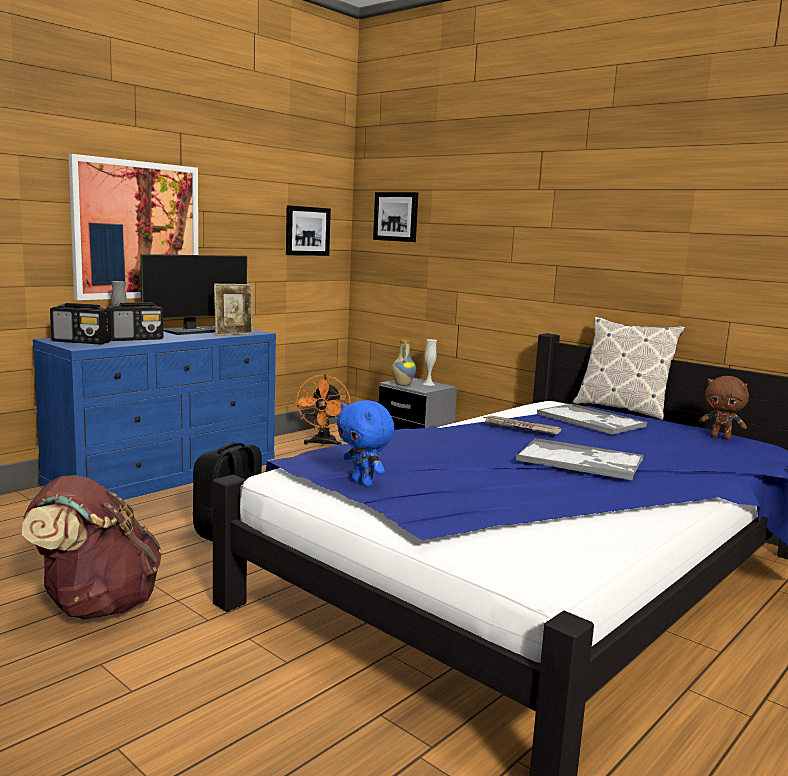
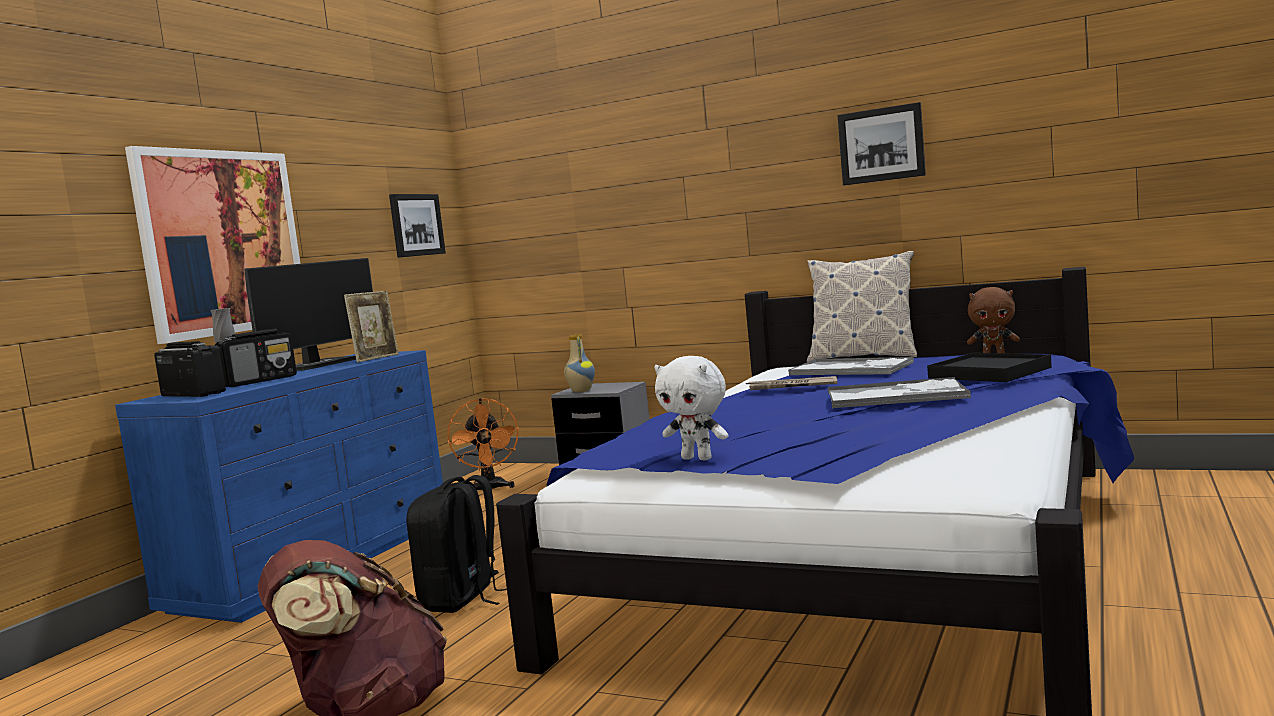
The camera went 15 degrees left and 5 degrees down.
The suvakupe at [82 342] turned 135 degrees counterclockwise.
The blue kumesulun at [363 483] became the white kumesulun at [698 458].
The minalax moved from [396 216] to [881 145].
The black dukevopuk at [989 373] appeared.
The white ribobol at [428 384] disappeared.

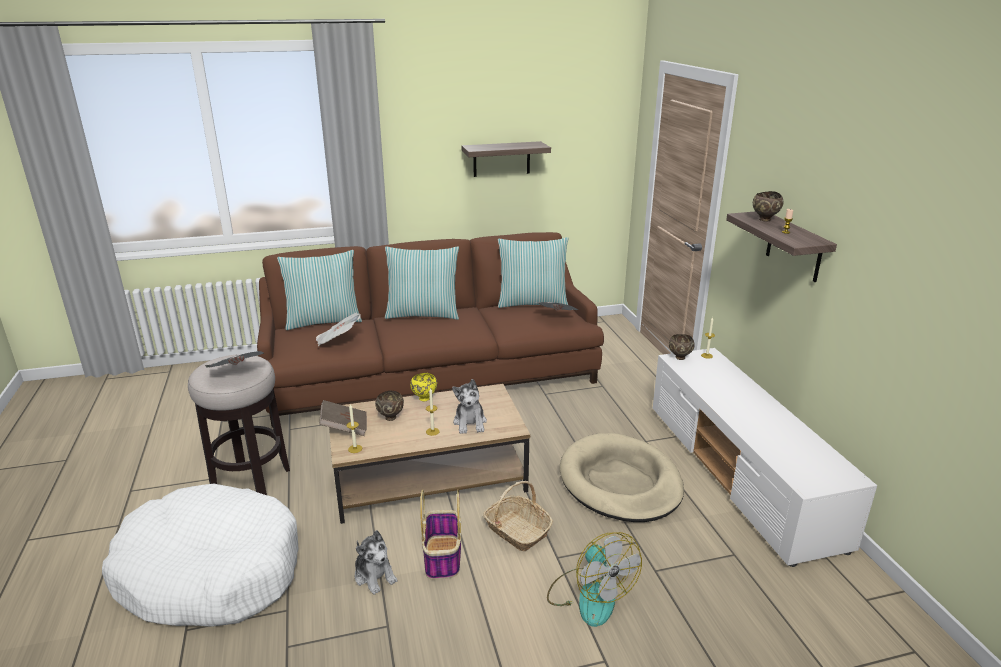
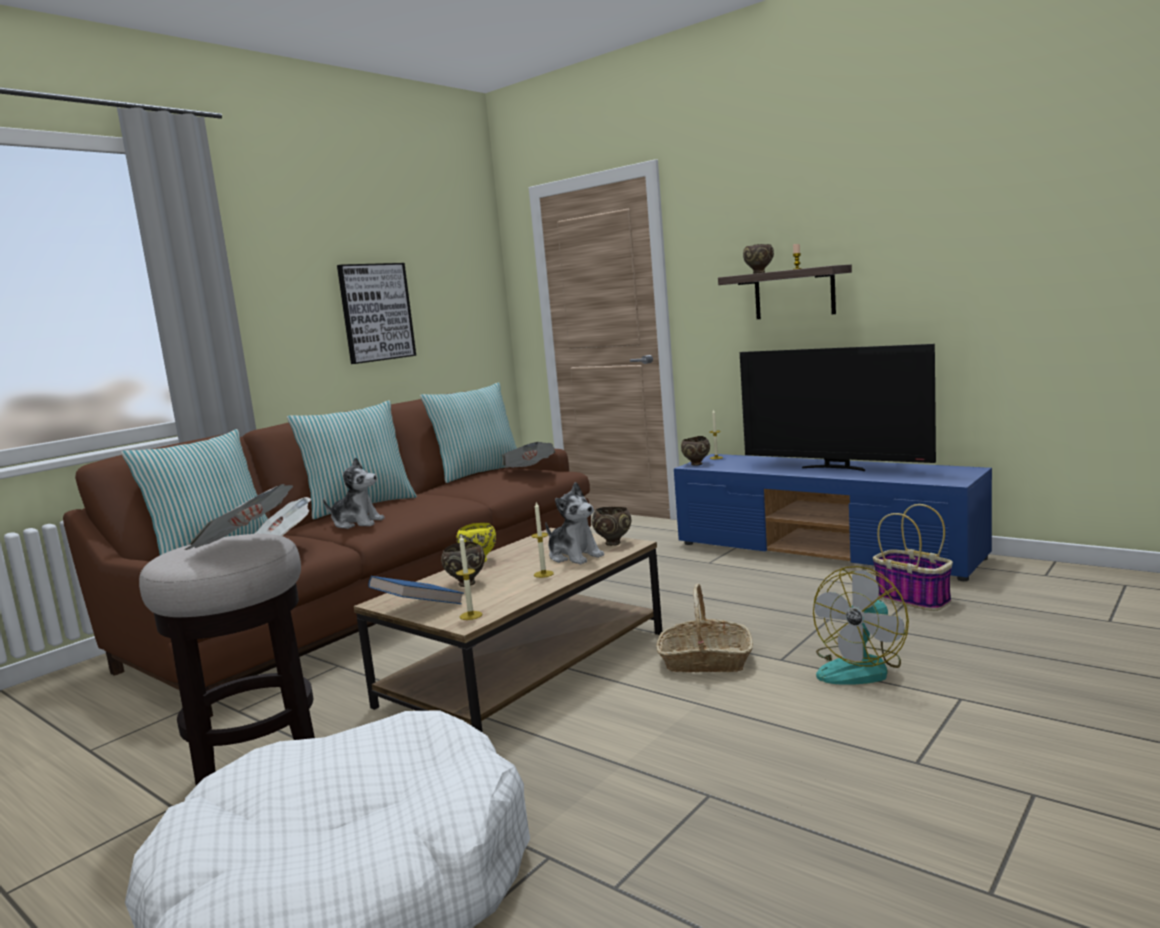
The camera went 35 degrees left and 15 degrees down.
The kumesulun moved from [375 575] to [357 523].
The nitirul at [501 159] was replaced by the minalax at [376 312].
The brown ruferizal at [344 428] became the blue ruferizal at [418 609].
The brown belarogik at [614 543] appeared.
The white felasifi at [741 474] became the blue felasifi at [825 551].
The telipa at [835 468] appeared.
The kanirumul at [589 595] turned 105 degrees clockwise.
The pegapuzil moved from [443 558] to [914 599].
The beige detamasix at [620 482] disappeared.

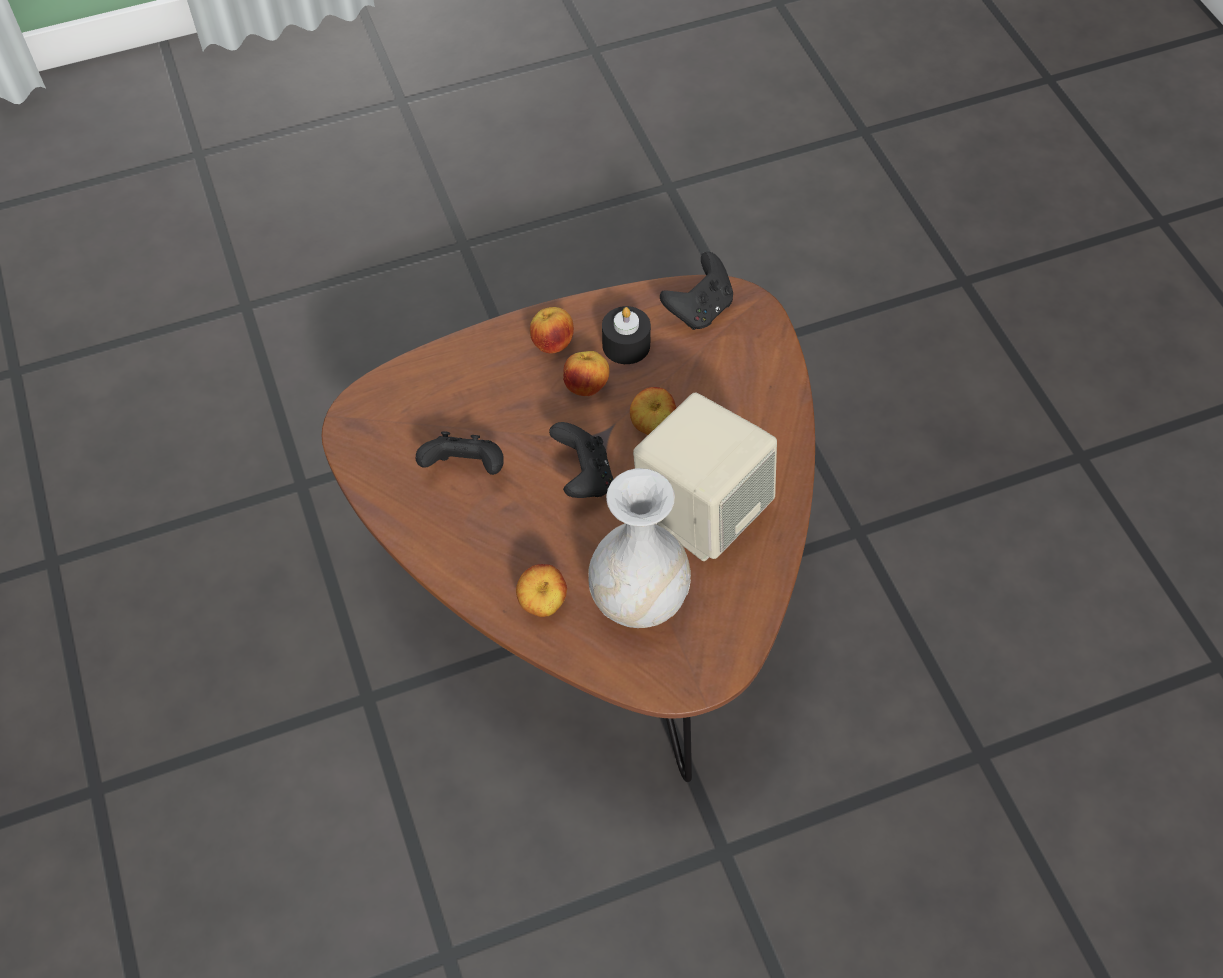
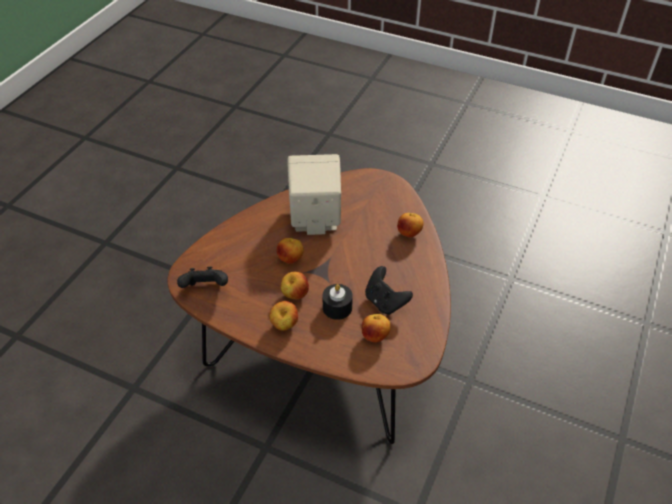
The camera went 135 degrees left and 10 degrees down.
The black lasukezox moved from [626 345] to [337 307].
The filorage at [375 336] appeared.
The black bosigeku at [584 477] disappeared.
The white ribobol at [640 601] disappeared.

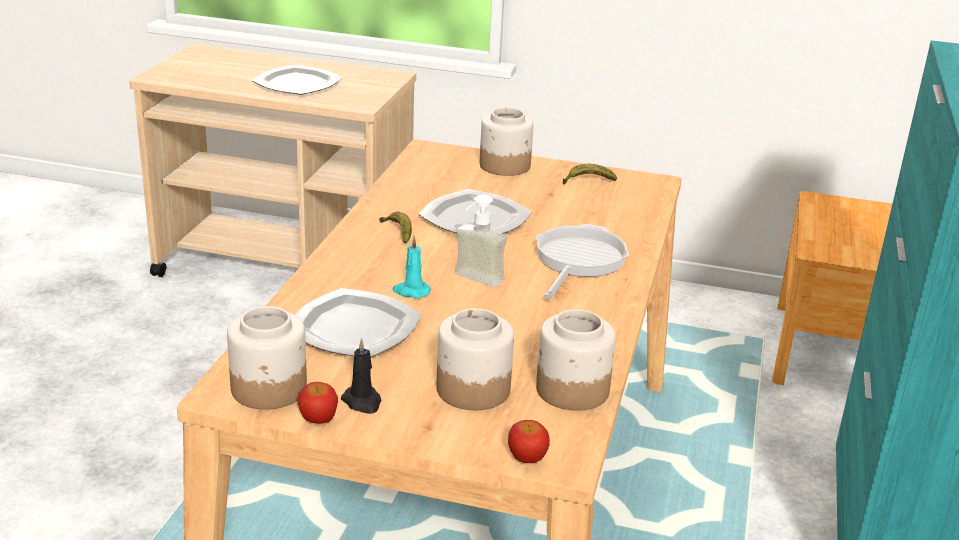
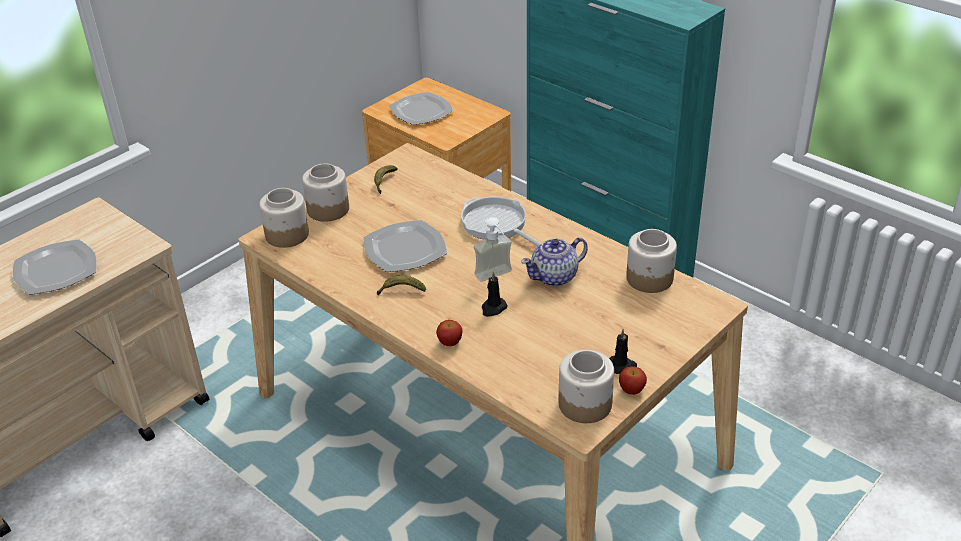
The camera went 60 degrees left and 10 degrees up.
The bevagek moved from [472 389] to [286 235].
The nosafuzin moved from [353 328] to [421 111].
The filorage moved from [526 458] to [450 342].
The turquoise lasukezox at [411 291] became the black lasukezox at [493 308].
The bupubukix at [555 277] appeared.

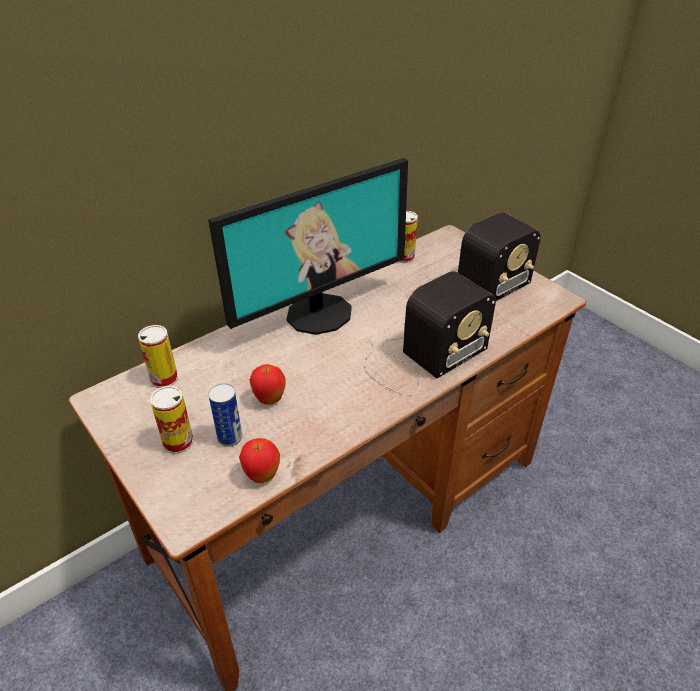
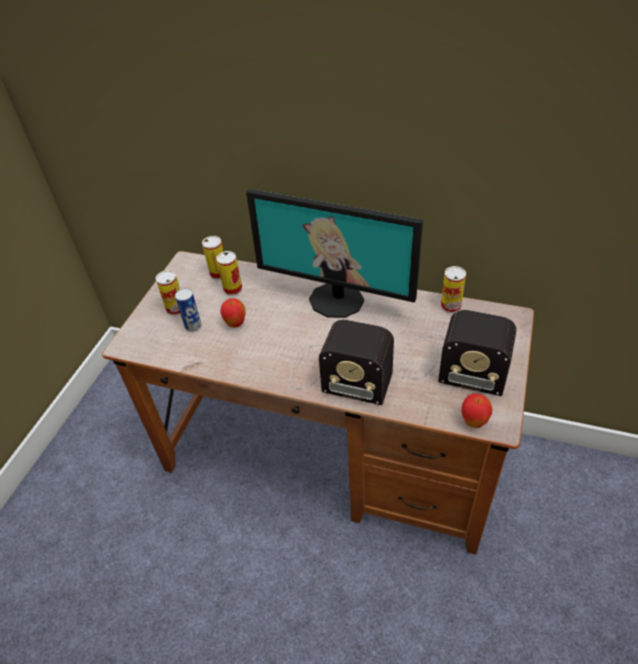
The camera went 60 degrees right and 5 degrees up.
The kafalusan at [233 289] appeared.
The filorage moved from [262 476] to [474 422].

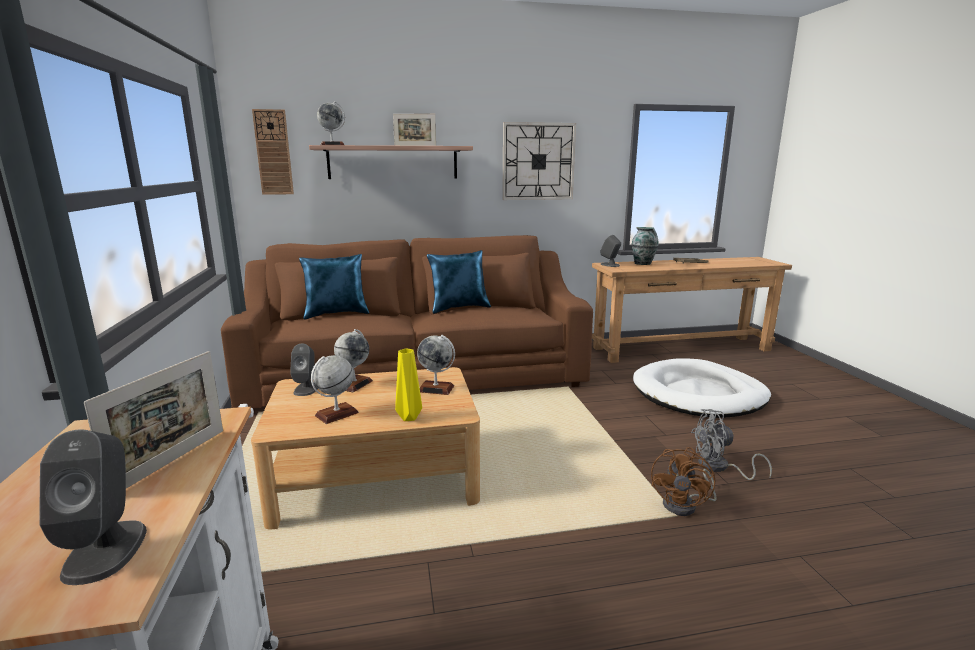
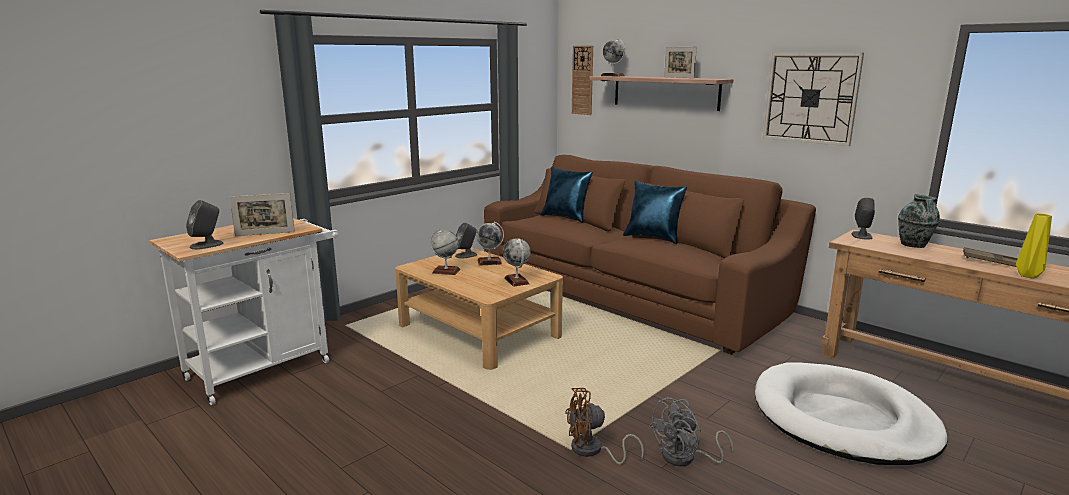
The camera went 55 degrees right and 0 degrees up.
The grey kanirumul at [719 467] turned 90 degrees counterclockwise.
The yellow ribobol moved from [408 417] to [1027 275].

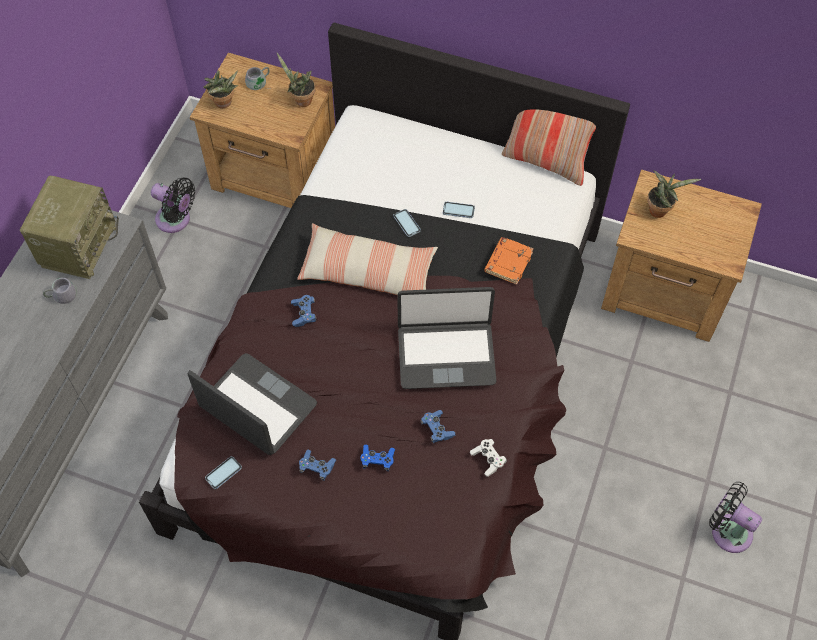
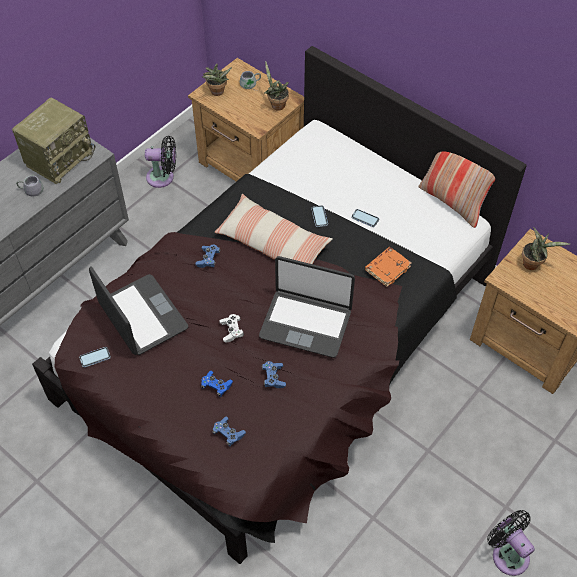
The camera went 20 degrees right and 5 degrees down.
The black kanirumul at [176 220] turned 45 degrees counterclockwise.
The blue bosigeku moved from [317 467] to [228 434].
The white bosigeku moved from [488 459] to [232 331].

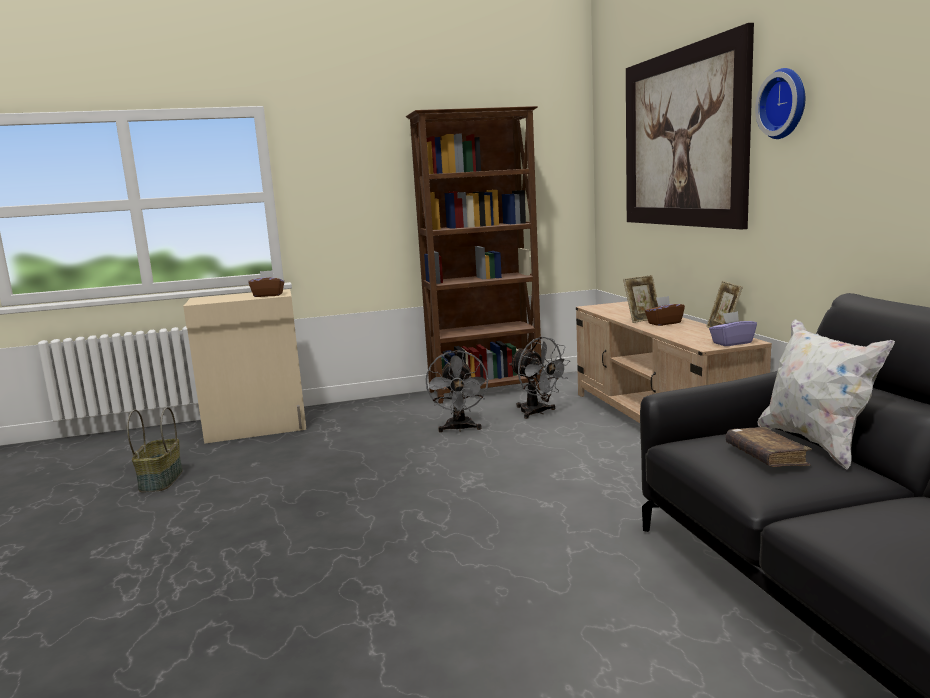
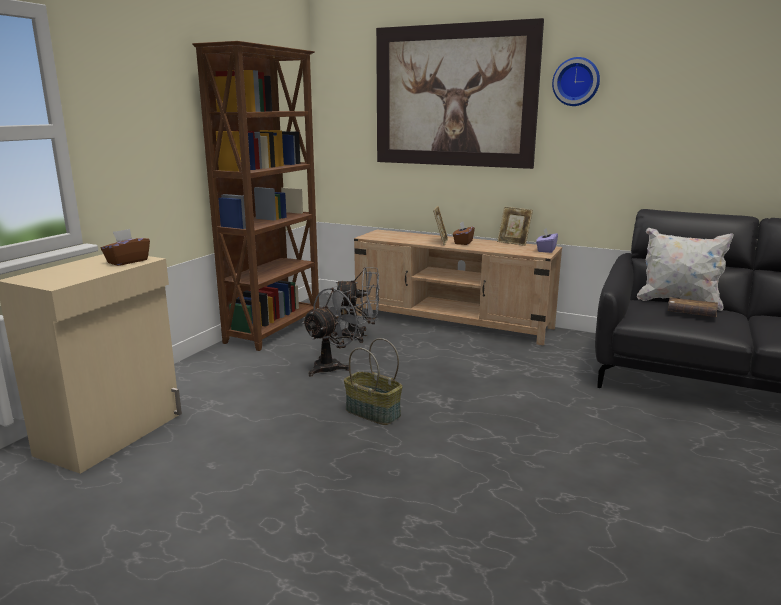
The camera went 50 degrees left and 5 degrees up.
The grey kanirumul at [459 429] turned 90 degrees counterclockwise.
The pegapuzil moved from [160 480] to [372 413].

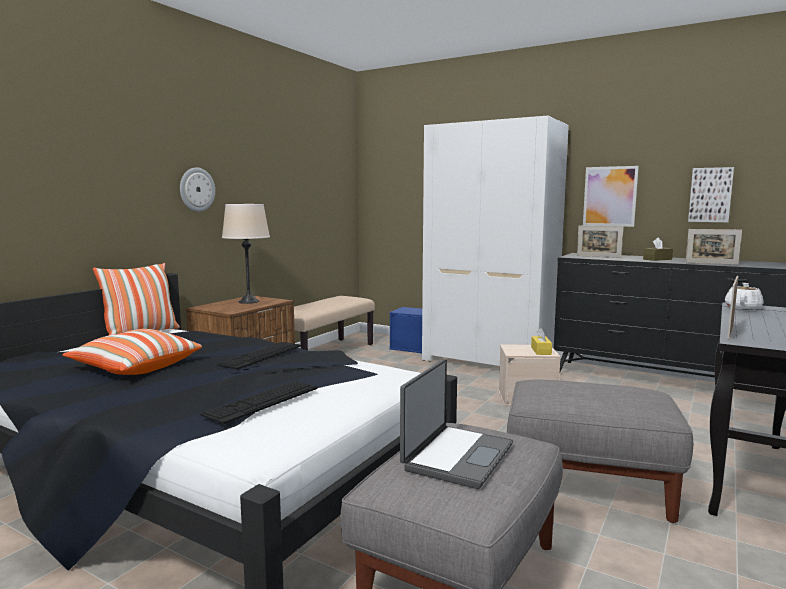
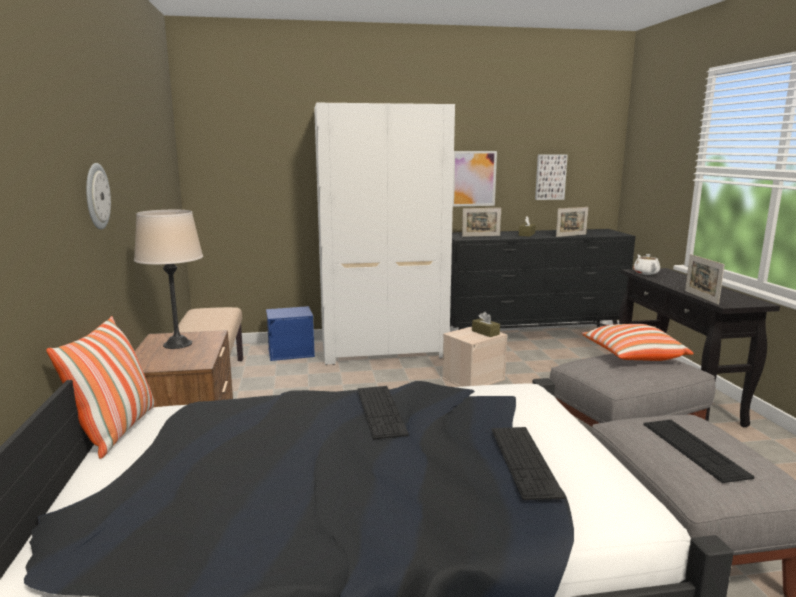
The camera went 40 degrees left and 5 degrees up.
The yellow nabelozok at [541 351] became the brown nabelozok at [485 332].
The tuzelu moved from [135 368] to [632 357].
The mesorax at [456 456] was replaced by the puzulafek at [693 449].

